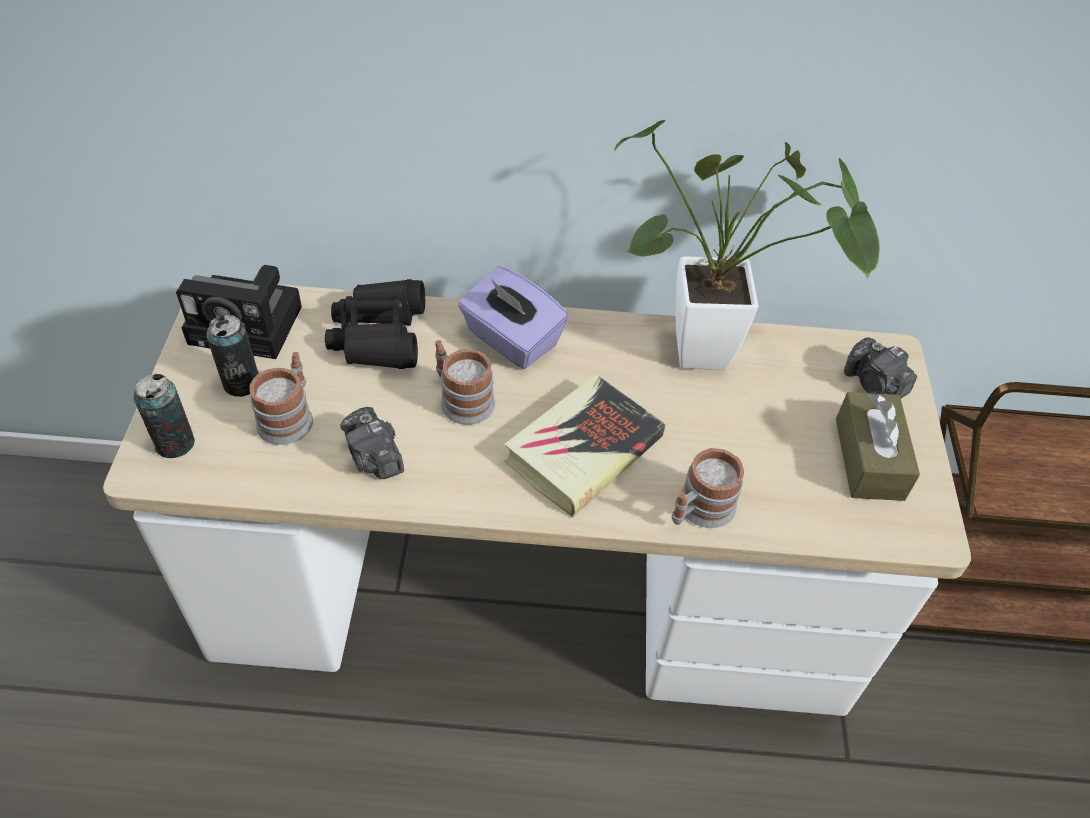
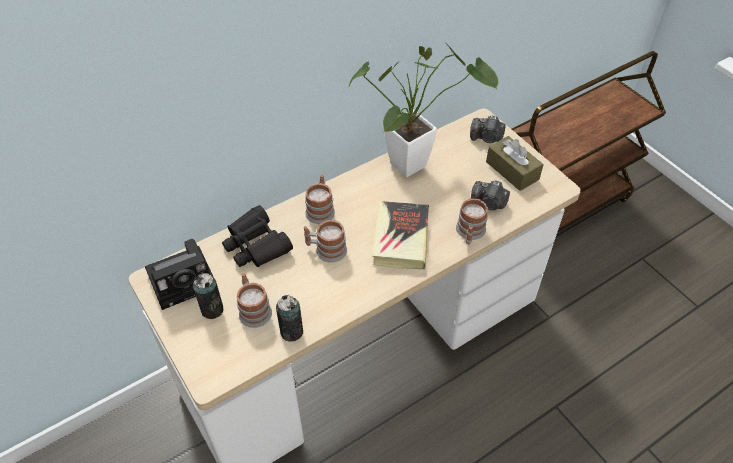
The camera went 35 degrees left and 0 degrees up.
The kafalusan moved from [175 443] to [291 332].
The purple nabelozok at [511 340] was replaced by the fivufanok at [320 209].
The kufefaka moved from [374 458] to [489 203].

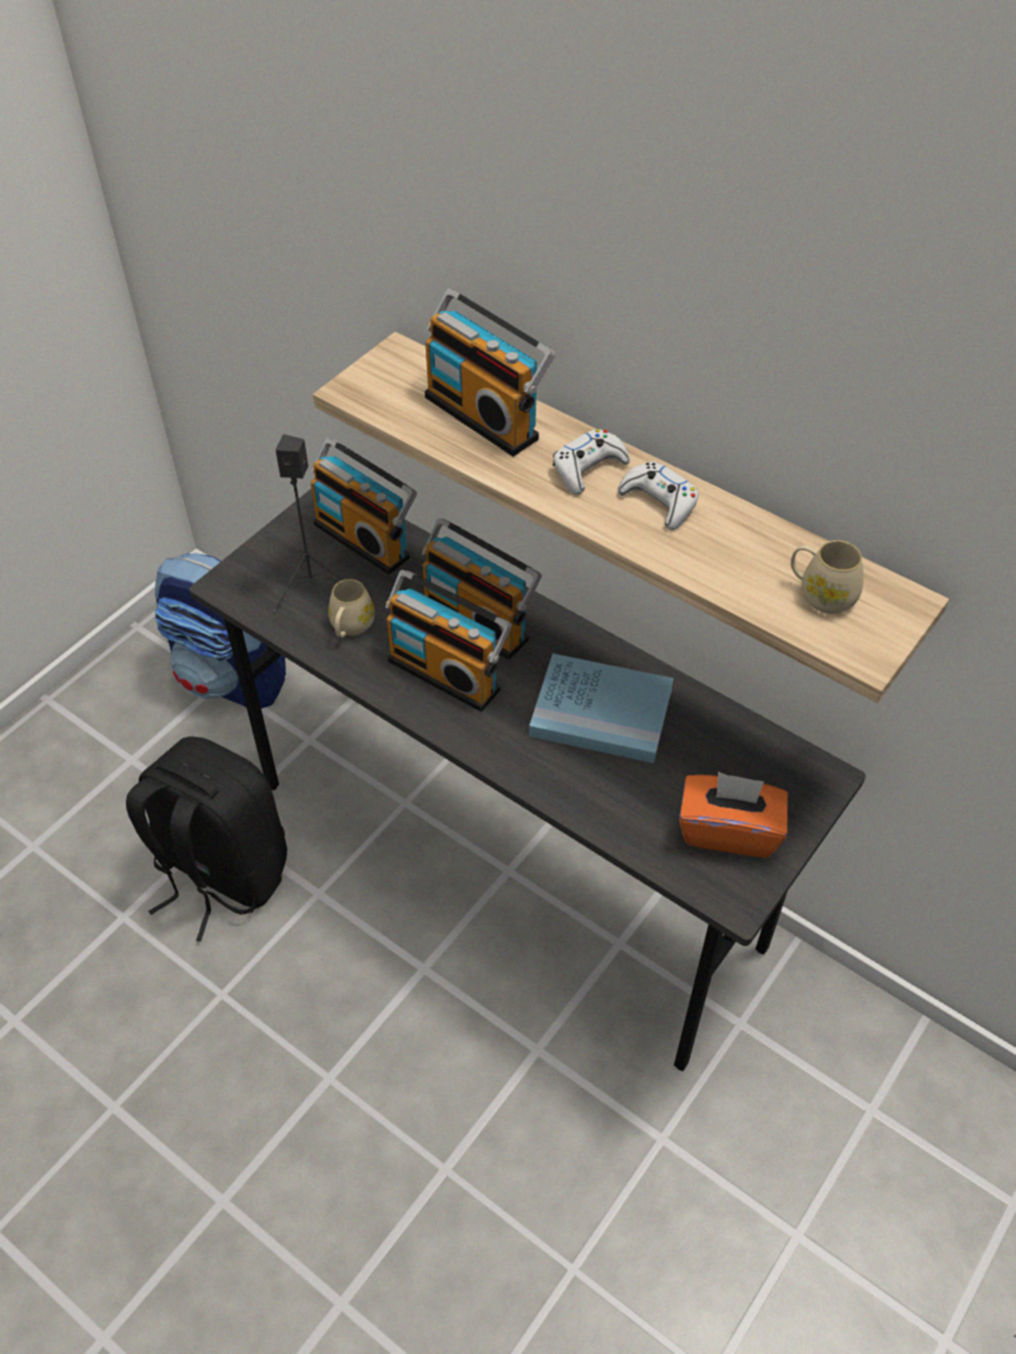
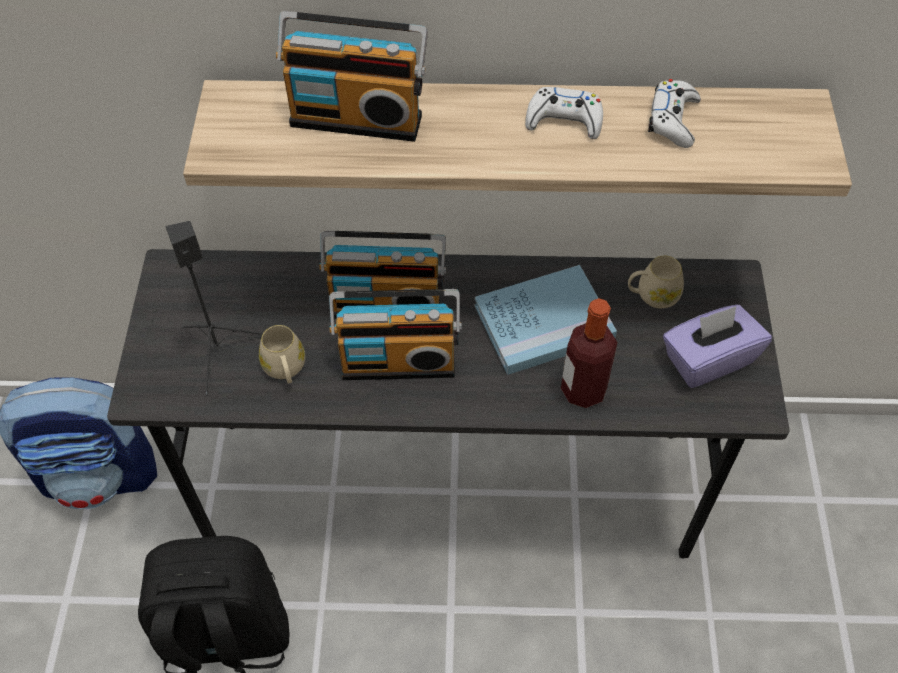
The camera went 35 degrees left and 5 degrees up.
The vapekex at [583 390] appeared.
The beige fivufanok moved from [820 594] to [652 295].
The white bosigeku moved from [588 468] to [673 120].
The orange nabelozok at [728 830] became the purple nabelozok at [708 359].
The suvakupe at [365 538] disappeared.

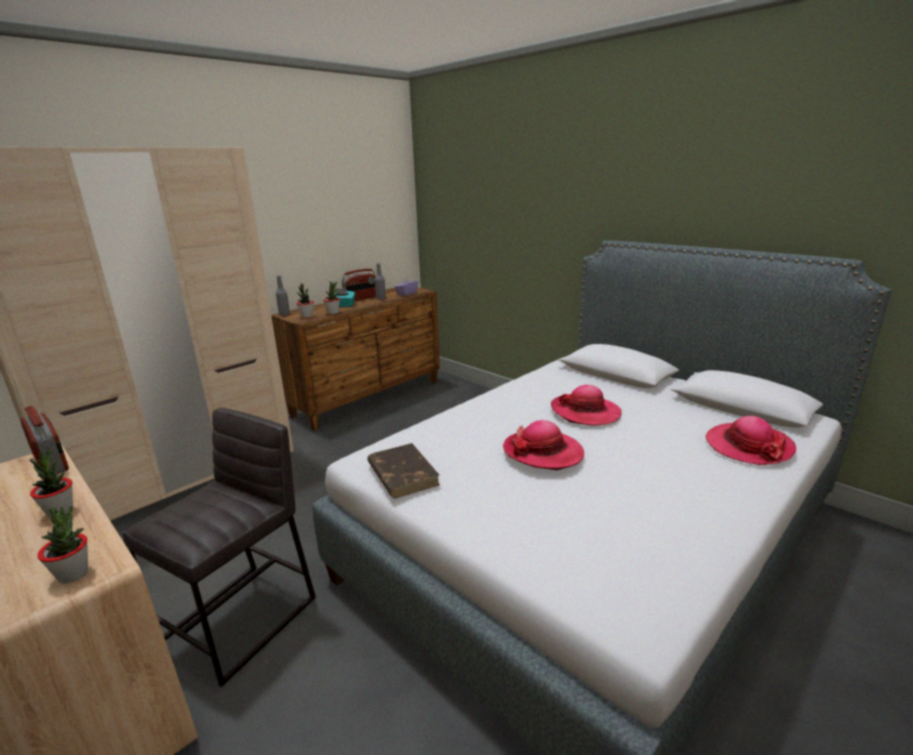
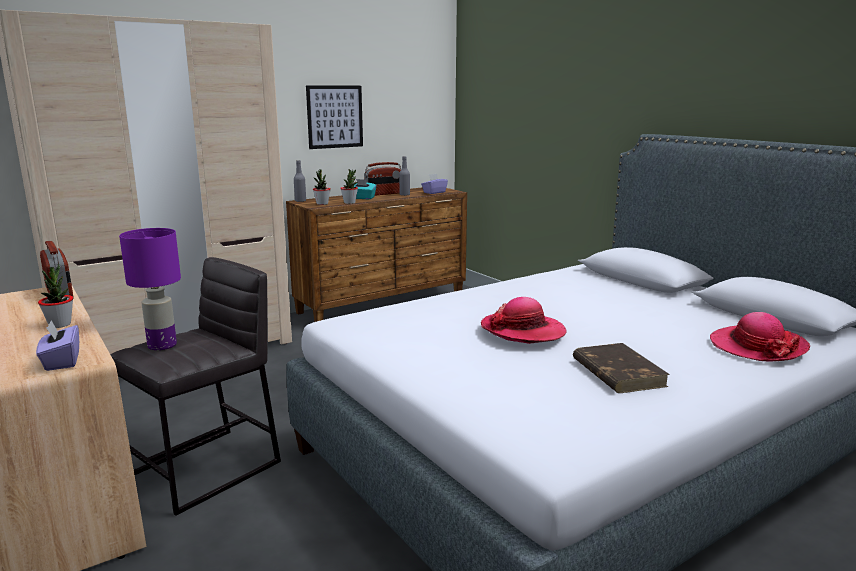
The camera went 10 degrees right and 5 degrees down.
The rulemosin at [73 574] was replaced by the purple nabelozok at [61 361].
The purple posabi at [161 345] appeared.
The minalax at [335 117] appeared.
The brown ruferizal moved from [402 473] to [617 372].
The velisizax at [585 412] disappeared.

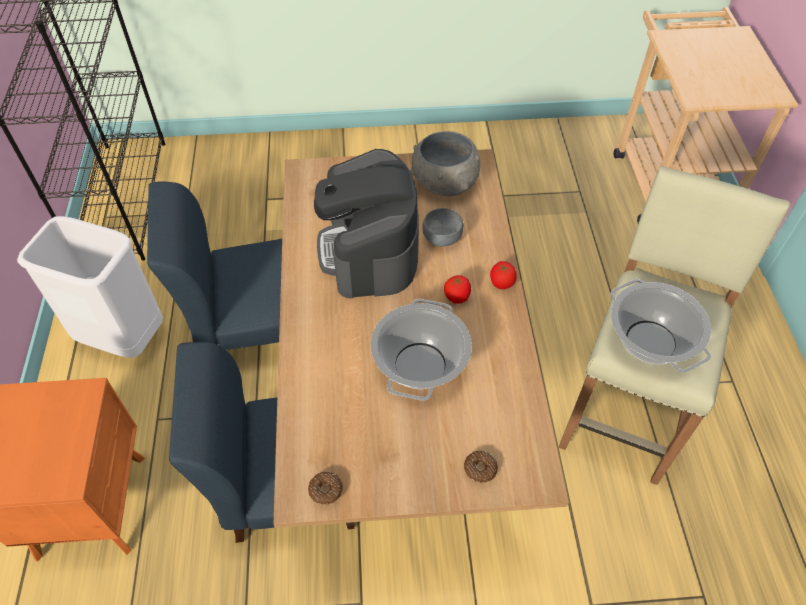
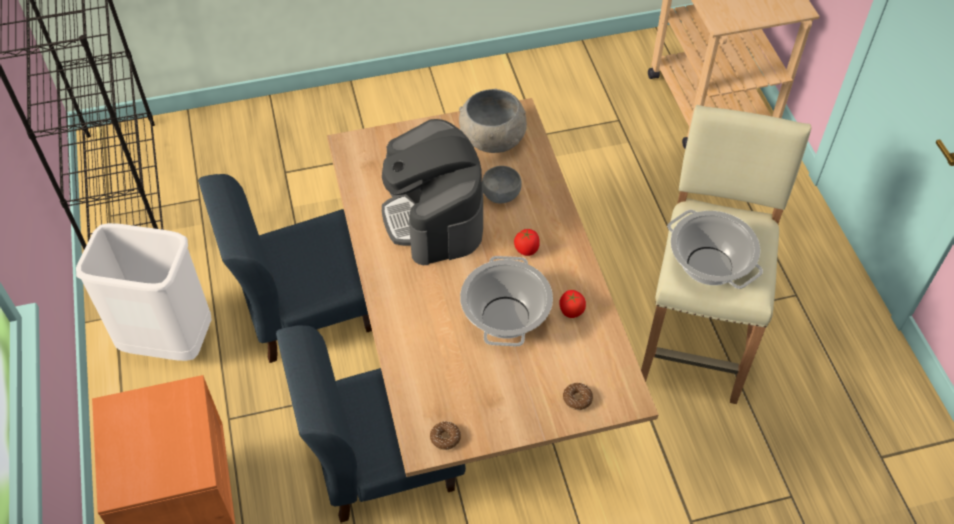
The camera went 10 degrees left and 0 degrees up.
The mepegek moved from [501 283] to [571 311].

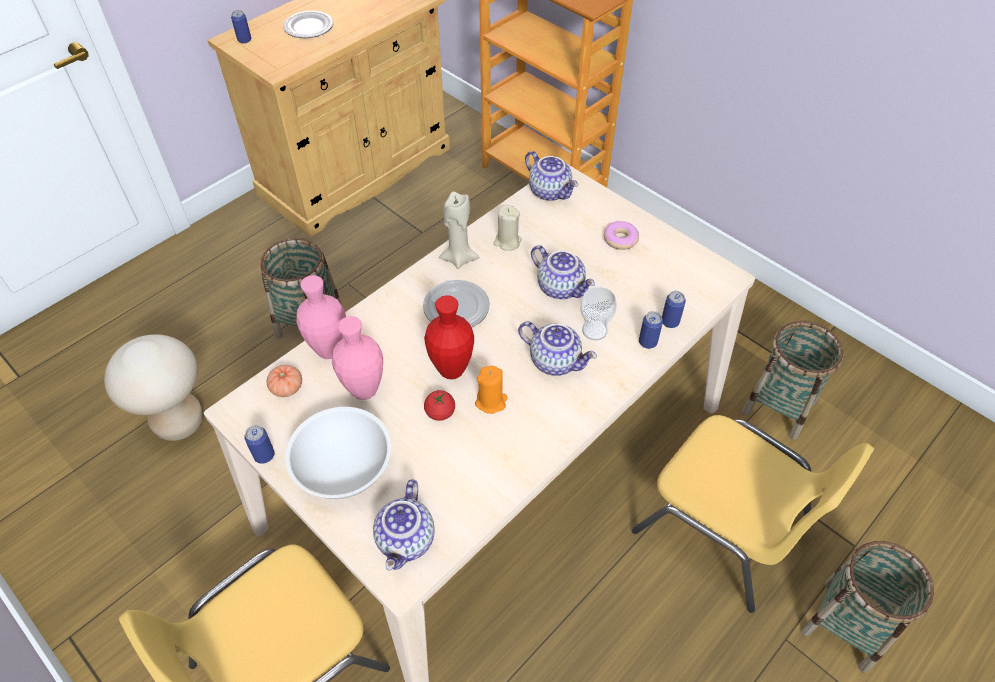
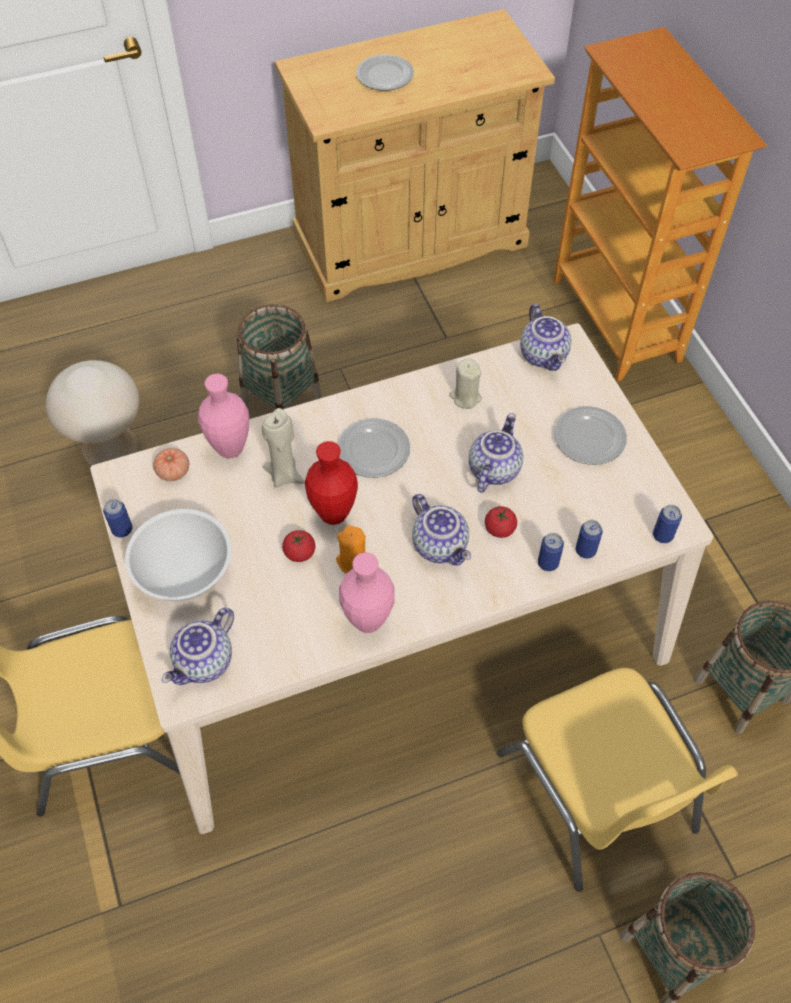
The camera went 25 degrees right and 5 degrees up.
The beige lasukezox moved from [459 258] to [285 474].
The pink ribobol moved from [364 390] to [368 621].
The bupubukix at [561 287] turned 135 degrees counterclockwise.
The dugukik at [594 330] was replaced by the mepegek at [499 529].
The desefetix at [620 239] was replaced by the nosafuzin at [588 438].
The kafalusan moved from [244 40] to [662 535].

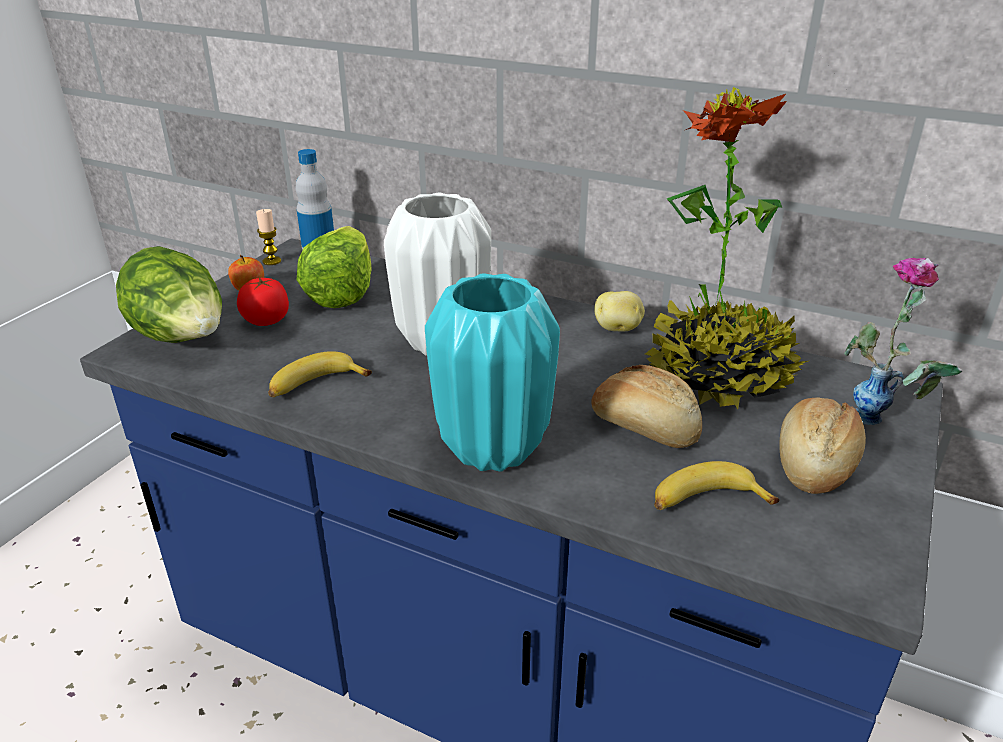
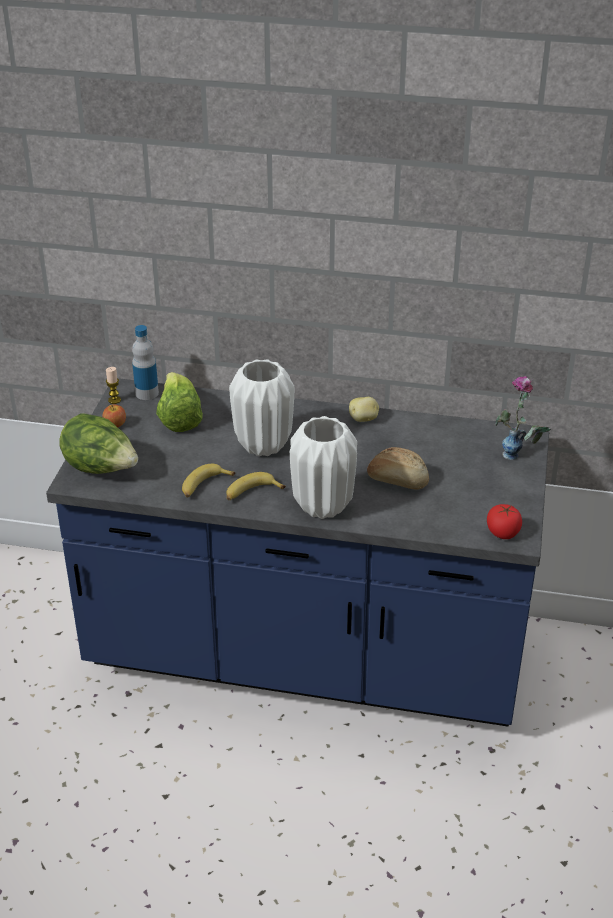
The camera went 15 degrees left and 5 degrees up.
The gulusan moved from [706 502] to [251 493].
The turquoise ribobol at [494 448] became the white ribobol at [323 505].
The mepegek moved from [266 320] to [503 532].
The rulemosin at [718 376] disappeared.
The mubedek at [815 463] disappeared.

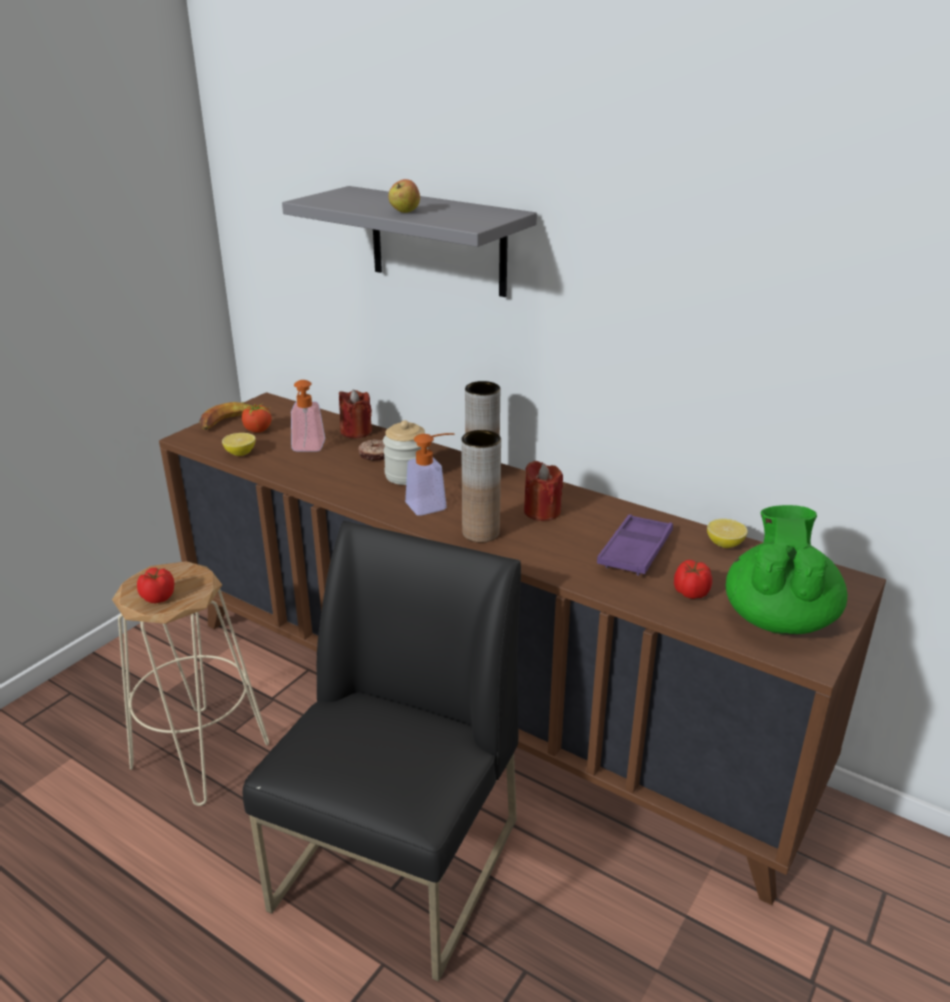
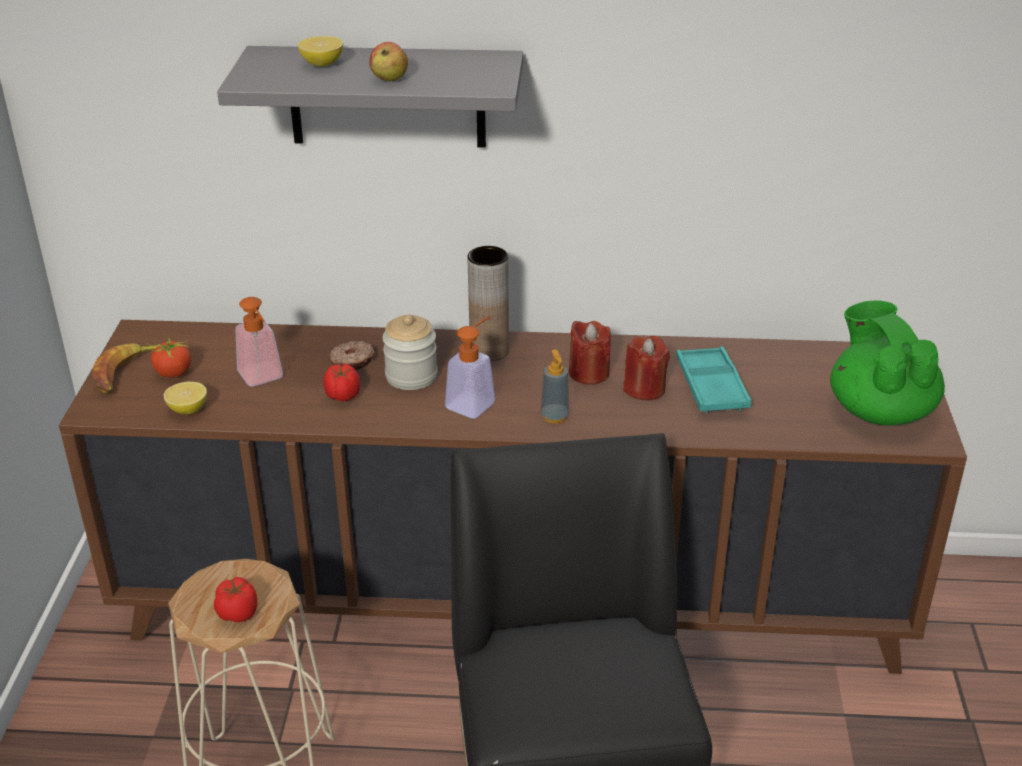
The camera went 30 degrees left and 5 degrees up.
The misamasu moved from [725 544] to [322 64].
The mepegek moved from [690 593] to [343 396].
The brown ribobol at [480 533] was replaced by the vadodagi at [554 416].
The red lasukezox moved from [356 431] to [644 389].
The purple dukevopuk at [635 551] became the turquoise dukevopuk at [711 386].

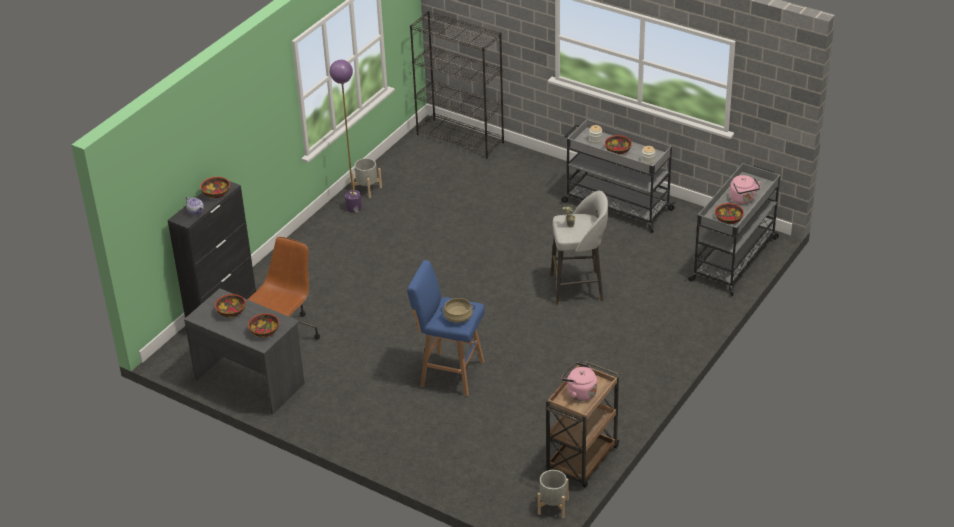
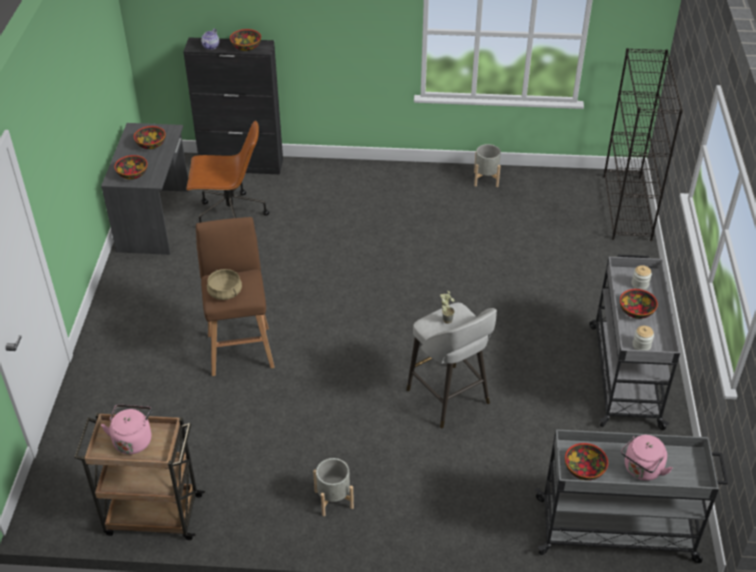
The camera went 60 degrees right and 5 degrees up.
The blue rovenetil at [450 373] became the brown rovenetil at [240 348].
The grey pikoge moved from [553 506] to [334 499].
The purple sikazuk at [353 208] disappeared.

